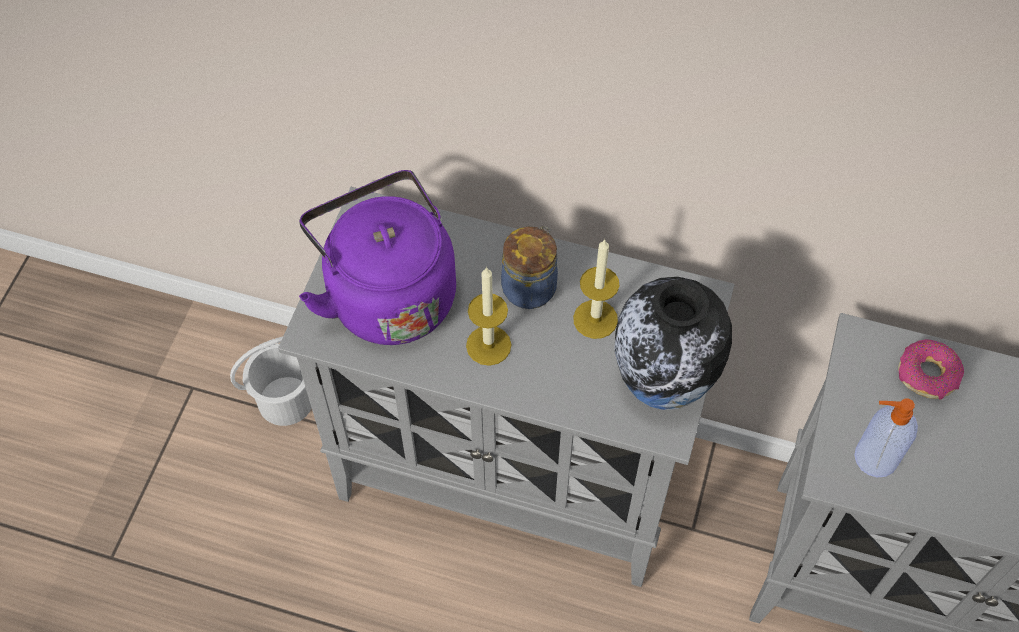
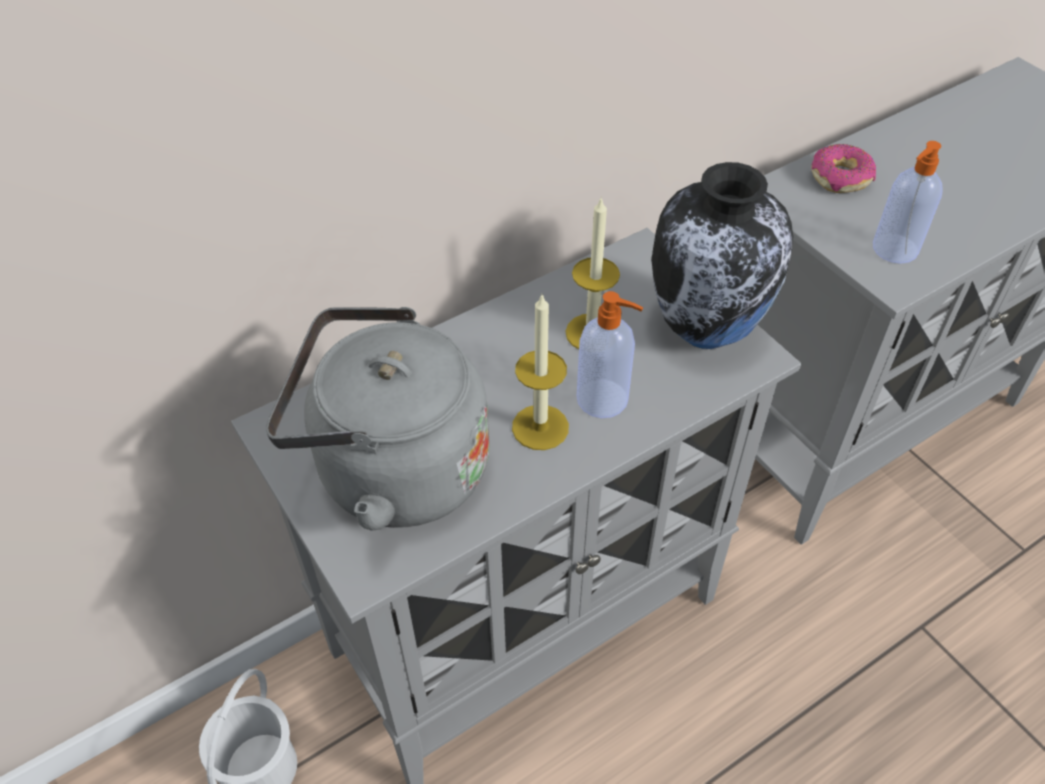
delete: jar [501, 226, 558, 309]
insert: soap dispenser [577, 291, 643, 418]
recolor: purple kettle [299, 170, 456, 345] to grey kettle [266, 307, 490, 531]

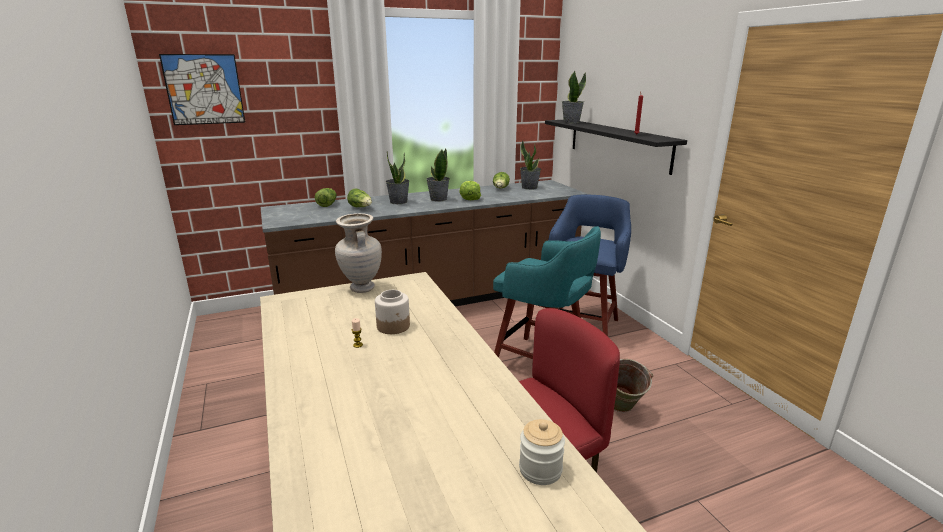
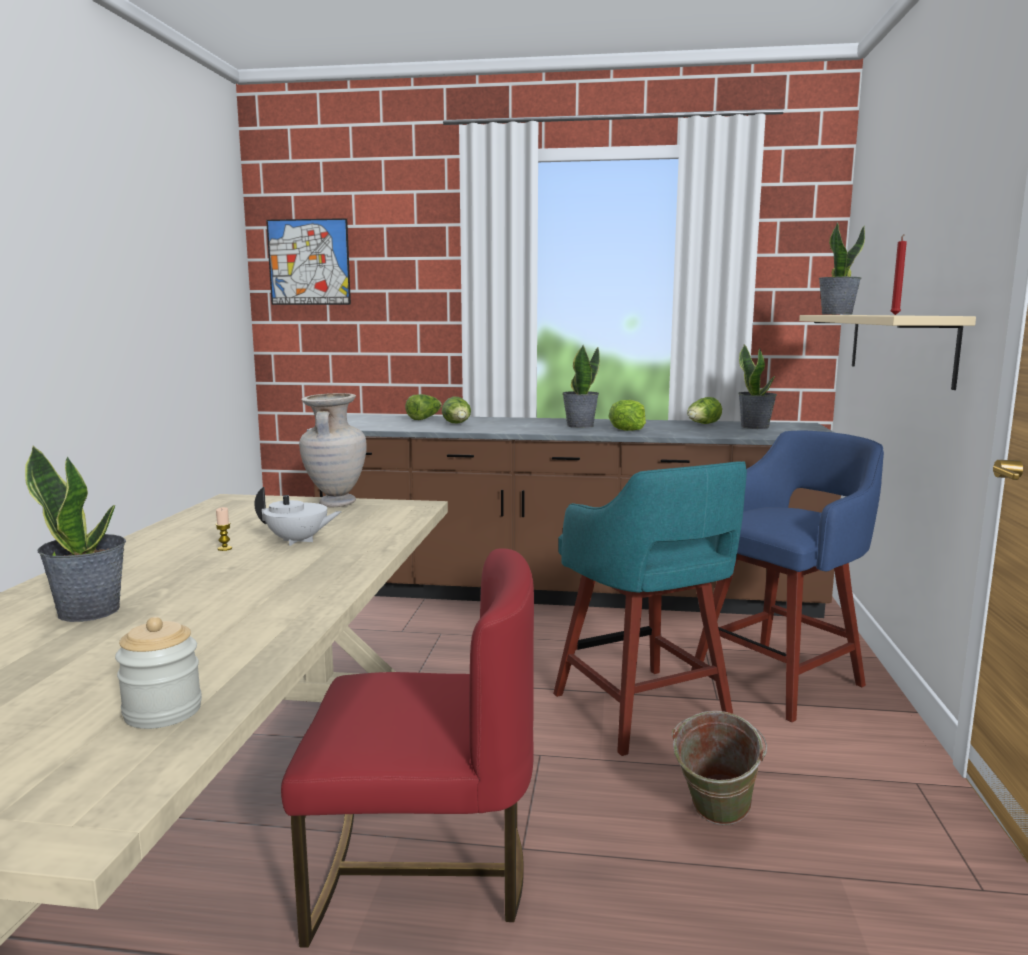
move: potted plant [386, 151, 410, 204] to [25, 446, 126, 622]
replace: jar [375, 290, 410, 334] to white teapot [254, 487, 342, 546]
recolor: black shelf [545, 120, 687, 175] to beige shelf [799, 315, 976, 390]

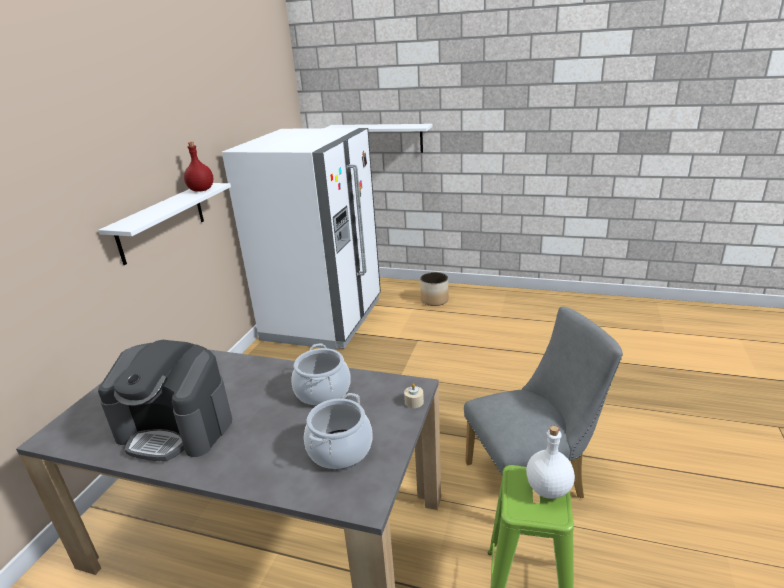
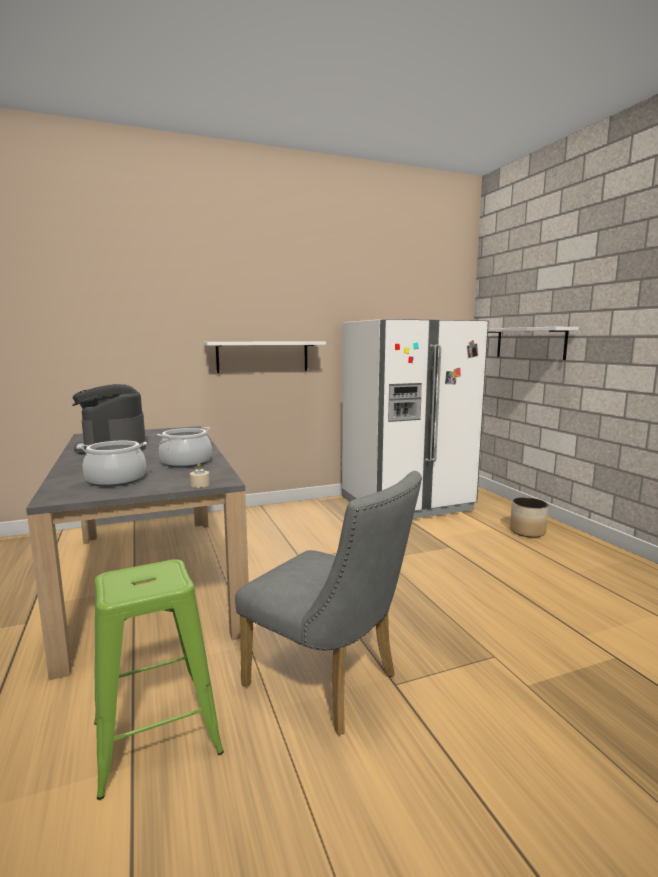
delete: red bottle [184, 142, 213, 192]; white bottle [526, 426, 575, 499]

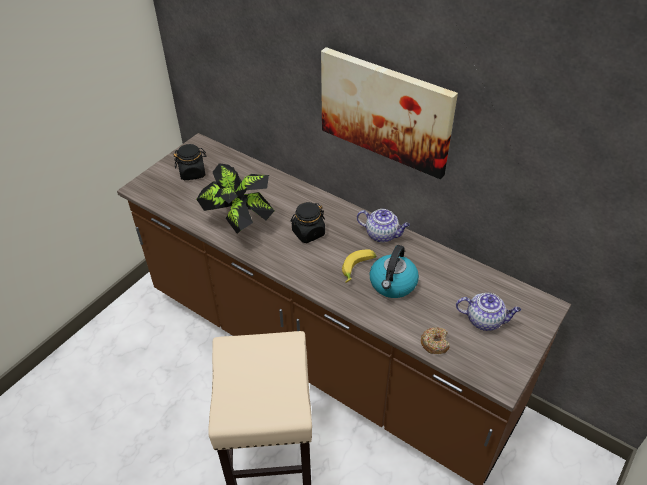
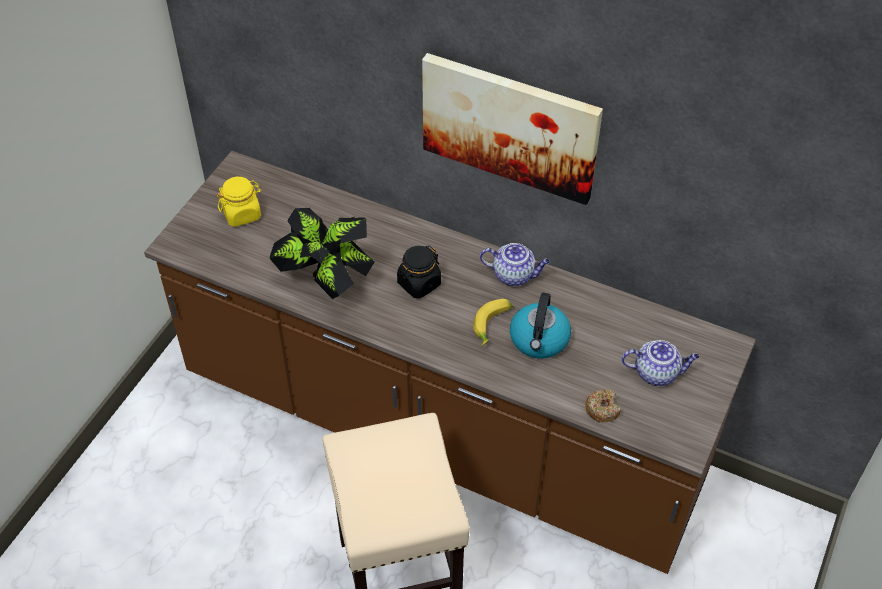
recolor: black jar [174, 144, 206, 180] to yellow jar [217, 177, 261, 227]

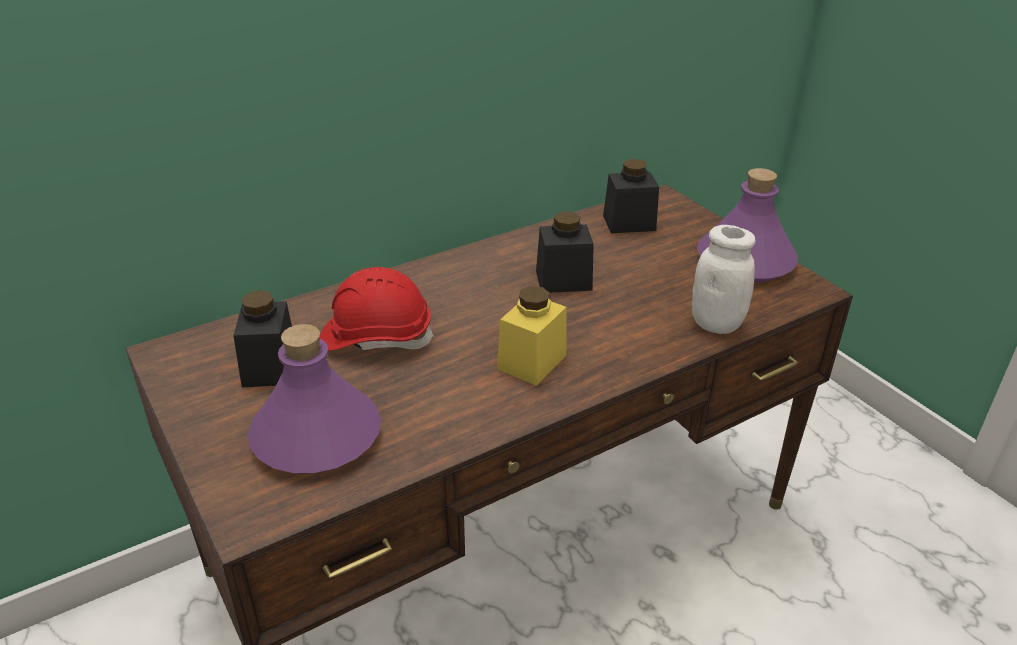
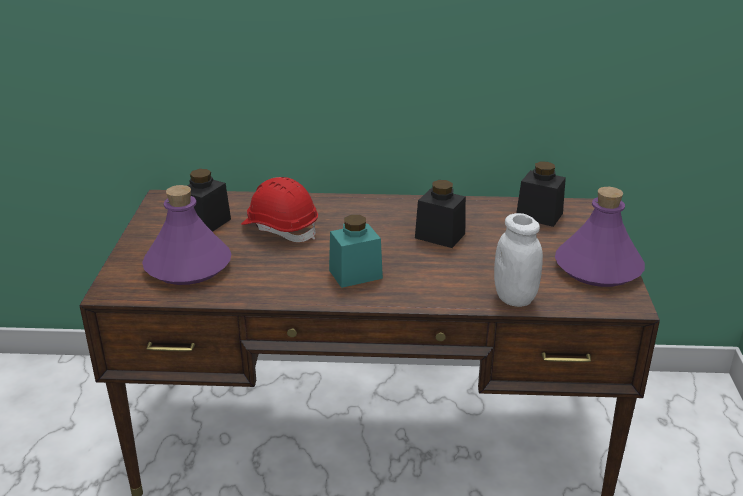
recolor: yellow jar [497, 286, 567, 386] to turquoise jar [329, 215, 383, 288]

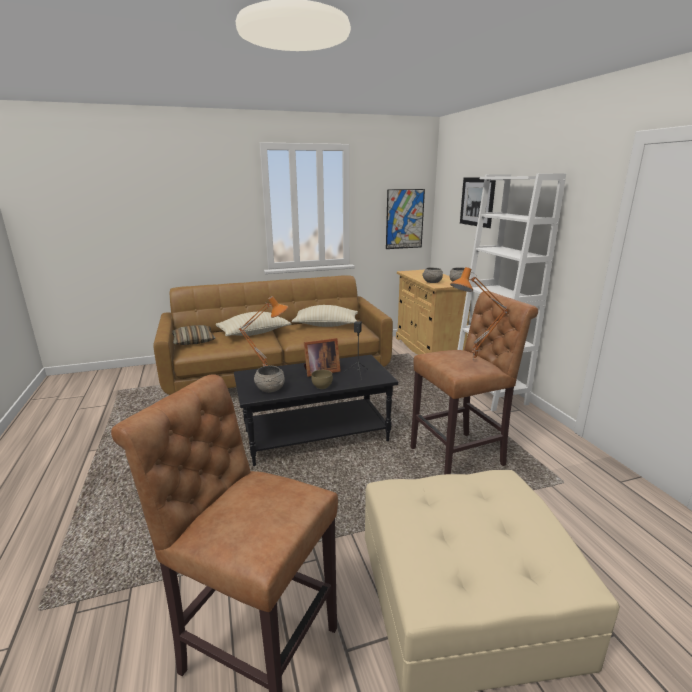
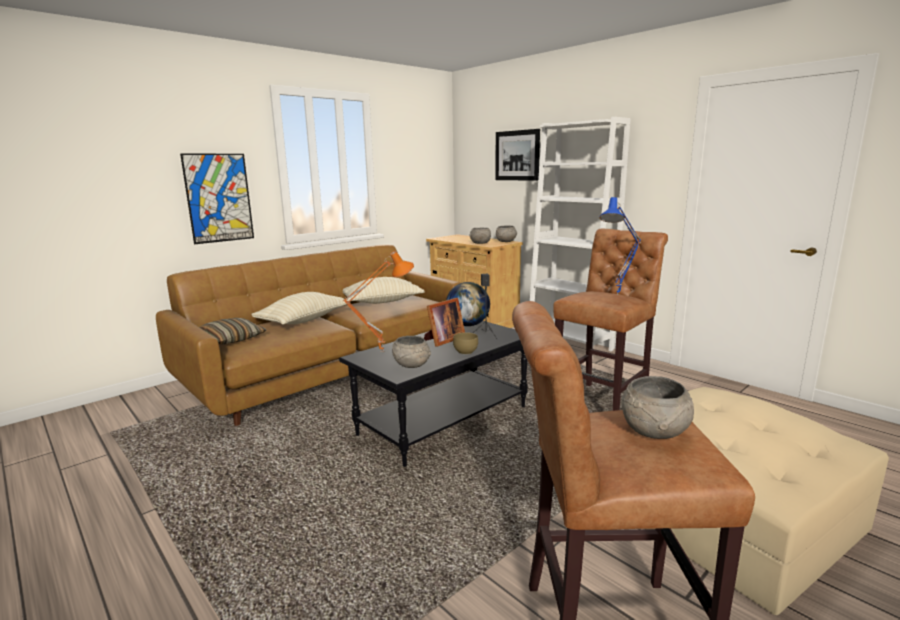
insert: globe [446, 282, 490, 326]; grey bowl [622, 376, 694, 439]
move: picture [386, 189, 425, 249] to [180, 154, 254, 244]
recolor: orange table lamp [450, 267, 509, 360] to blue table lamp [600, 197, 641, 295]

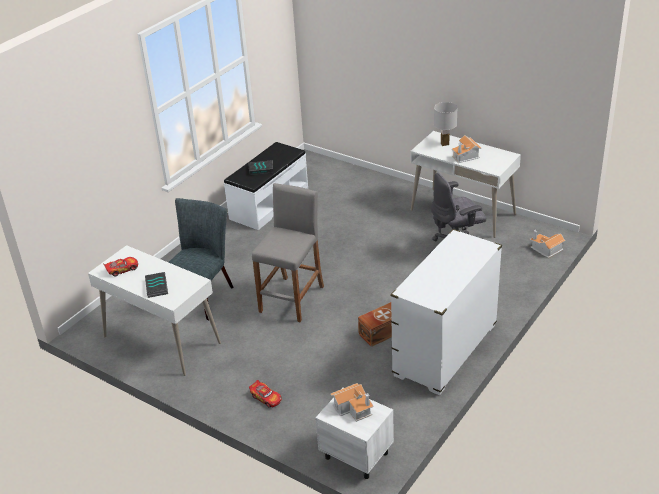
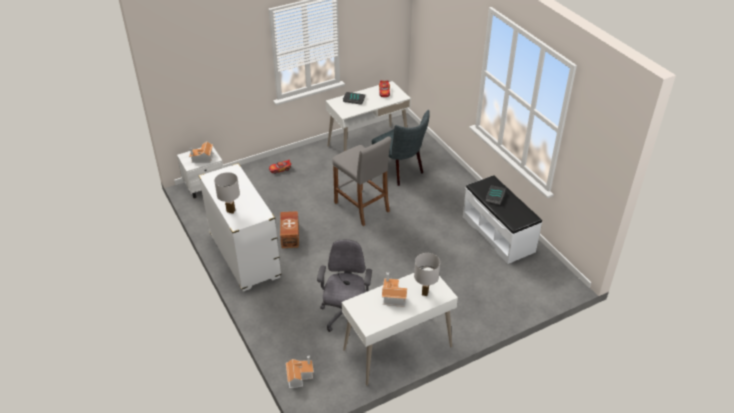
insert: white table lamp [214, 172, 240, 214]

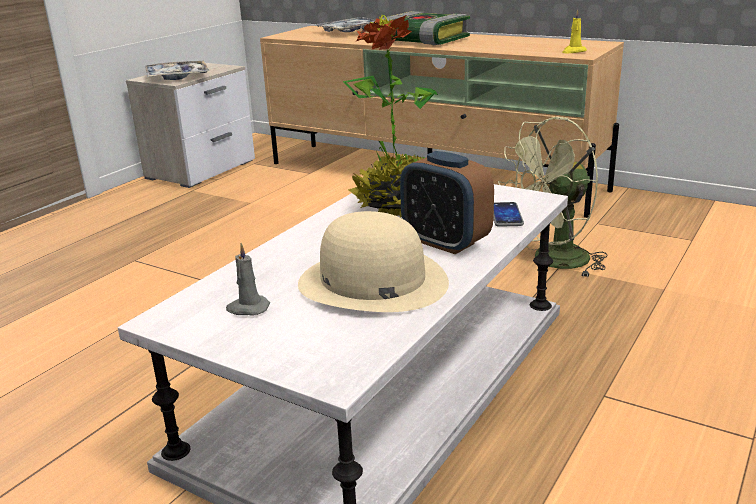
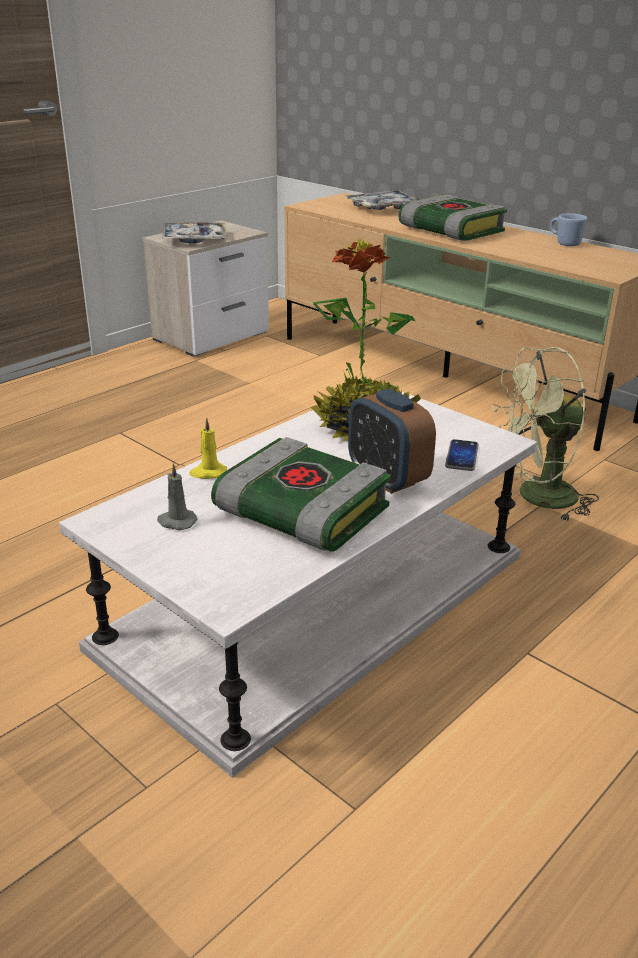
insert: blue mug [550, 213, 587, 246]
move: yellow candle [562, 9, 587, 54] to [189, 418, 227, 479]
replace: beige hat [298, 211, 449, 312] to book [211, 437, 391, 552]

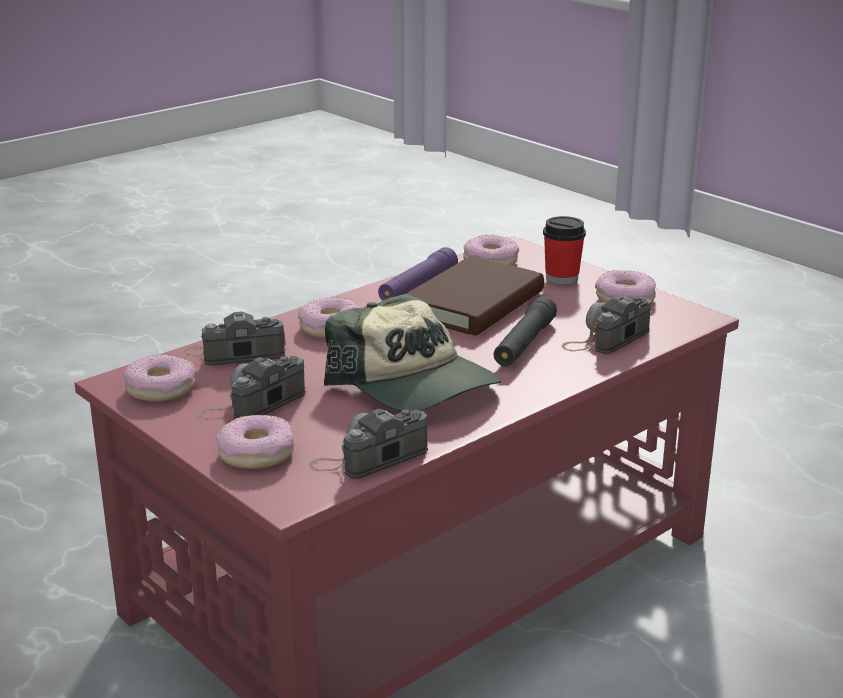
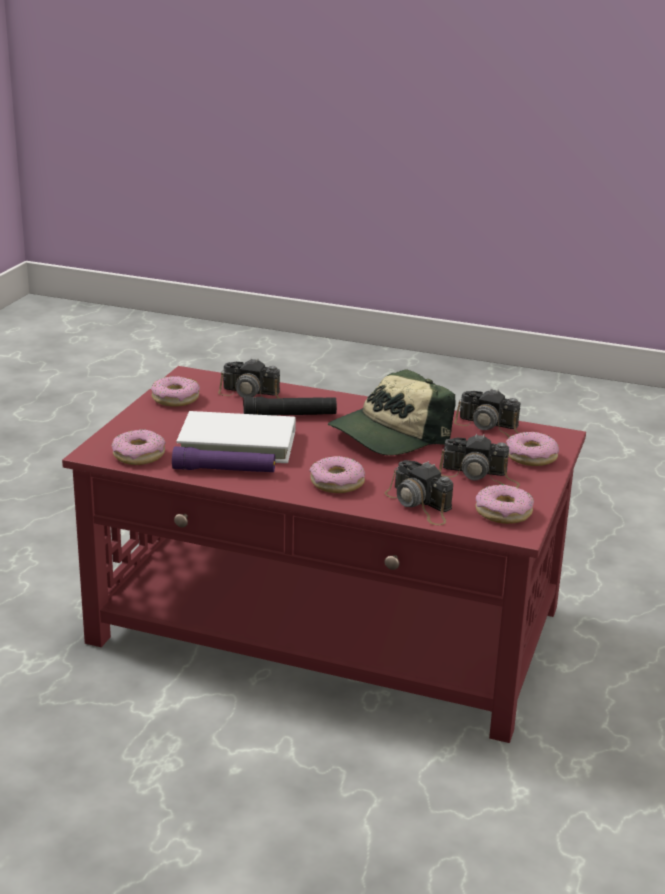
delete: cup [543, 216, 586, 284]
recolor: brown book [406, 256, 544, 336] to white book [176, 411, 296, 463]
rotate: cap [324, 294, 501, 411] = [328, 369, 456, 455] 150 degrees counterclockwise

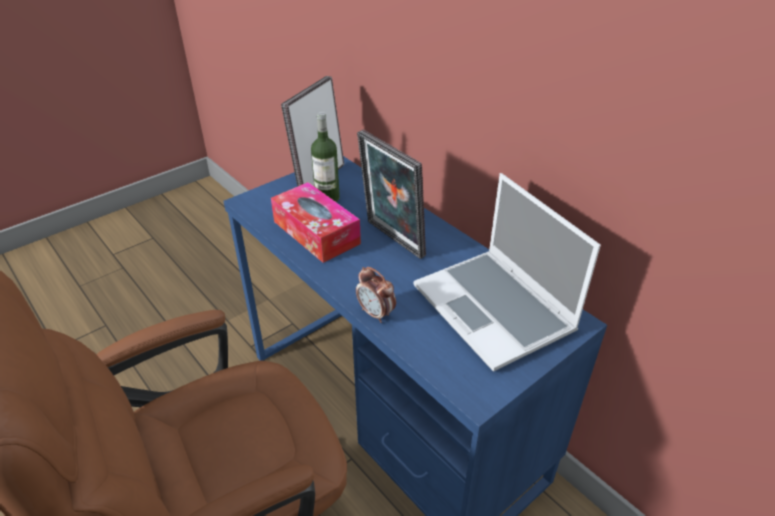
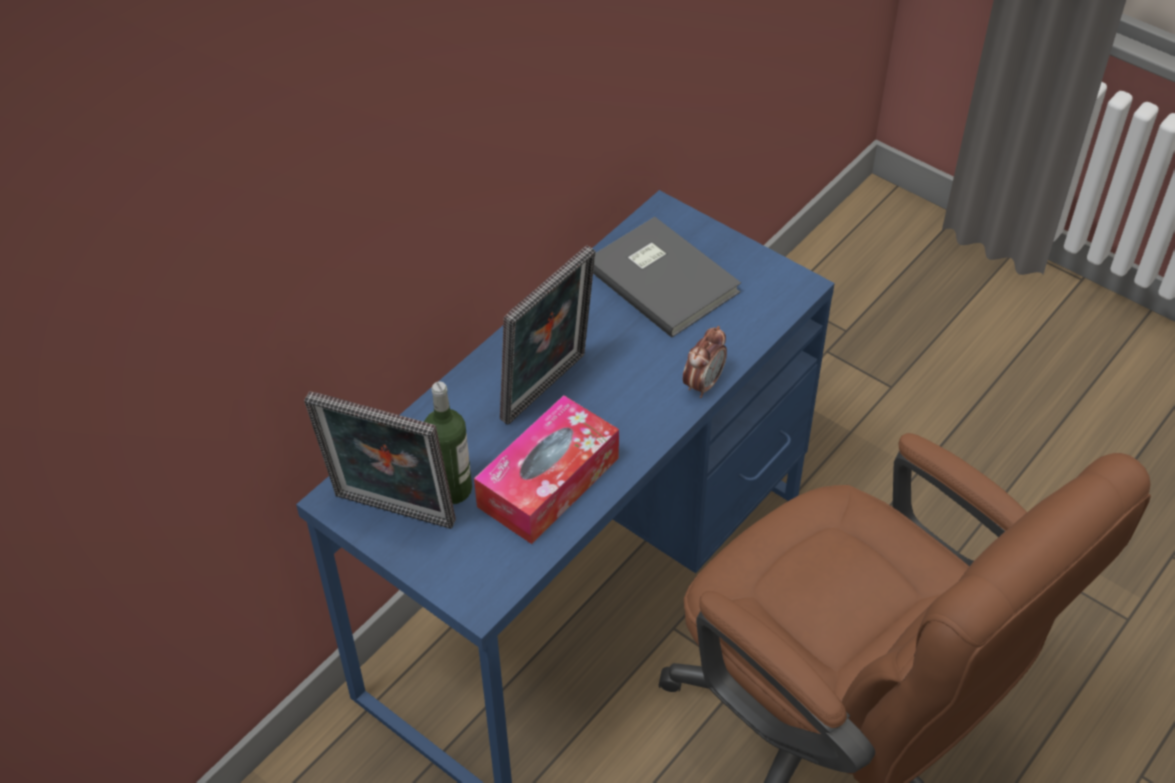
replace: laptop [414, 173, 601, 372] to grey book [593, 217, 741, 338]

